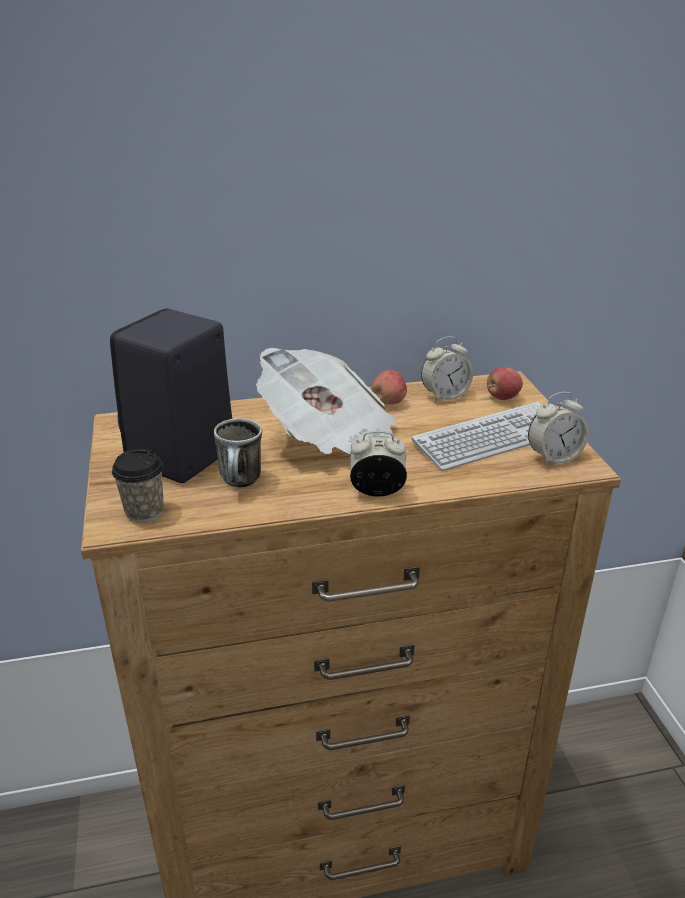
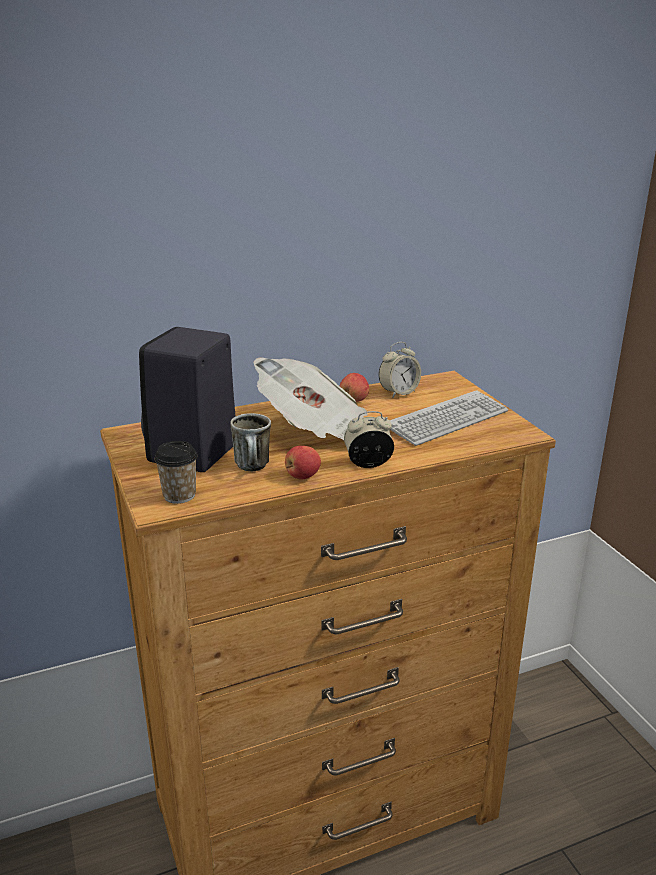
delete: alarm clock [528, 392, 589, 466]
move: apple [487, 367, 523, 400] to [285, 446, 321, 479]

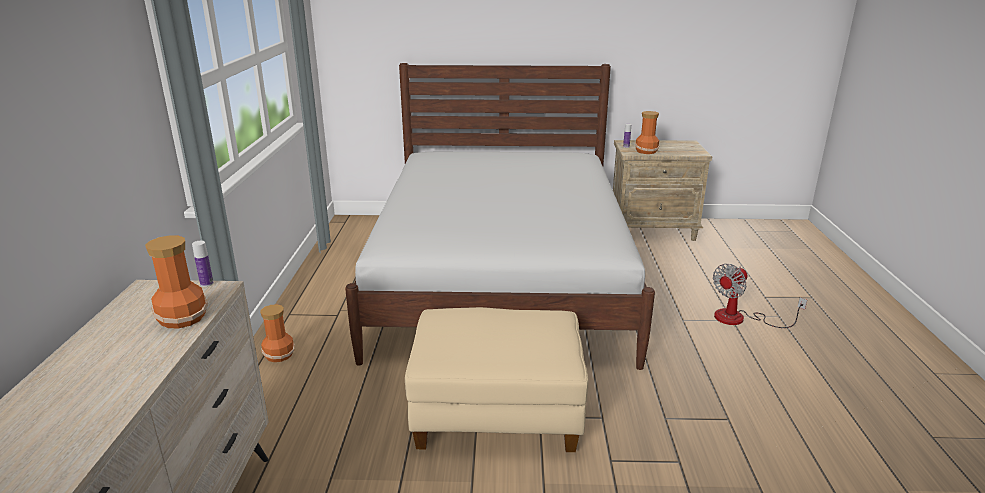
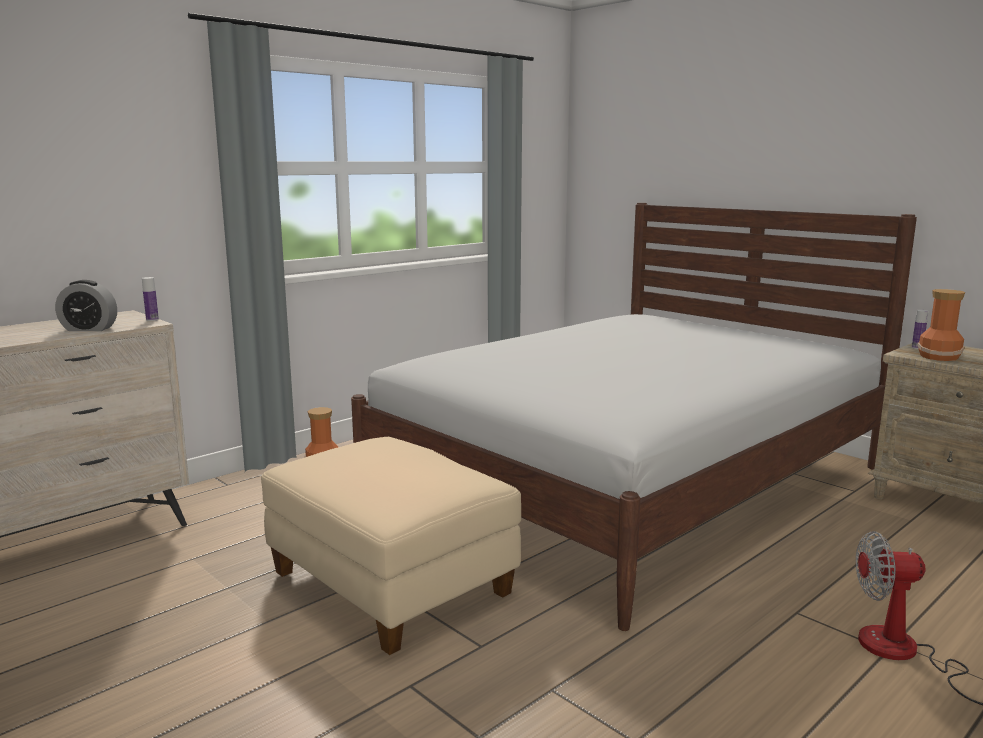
replace: vase [145, 236, 208, 328] to alarm clock [55, 280, 117, 331]

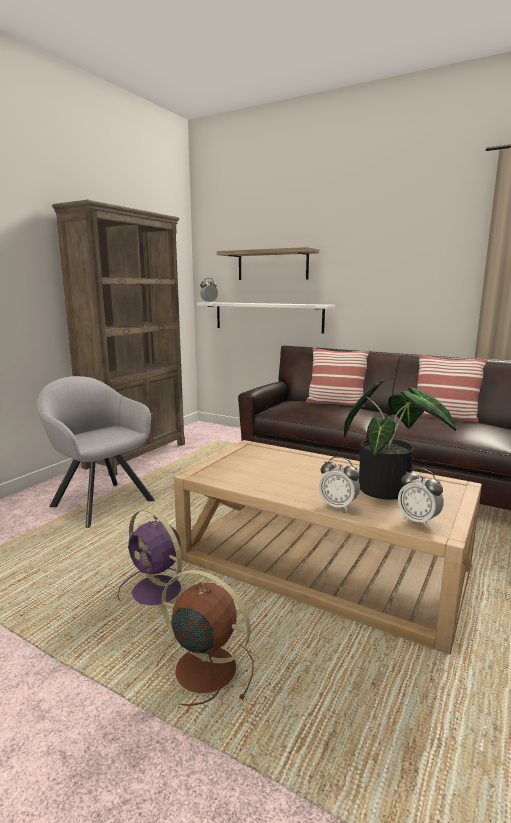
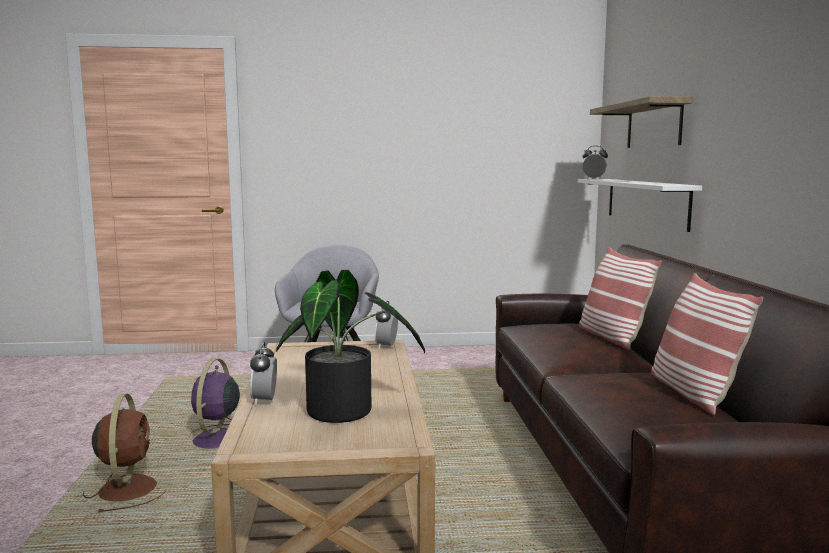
delete: brown bookcase [52, 200, 185, 476]
move: alarm clock [398, 468, 444, 527] to [375, 301, 398, 349]

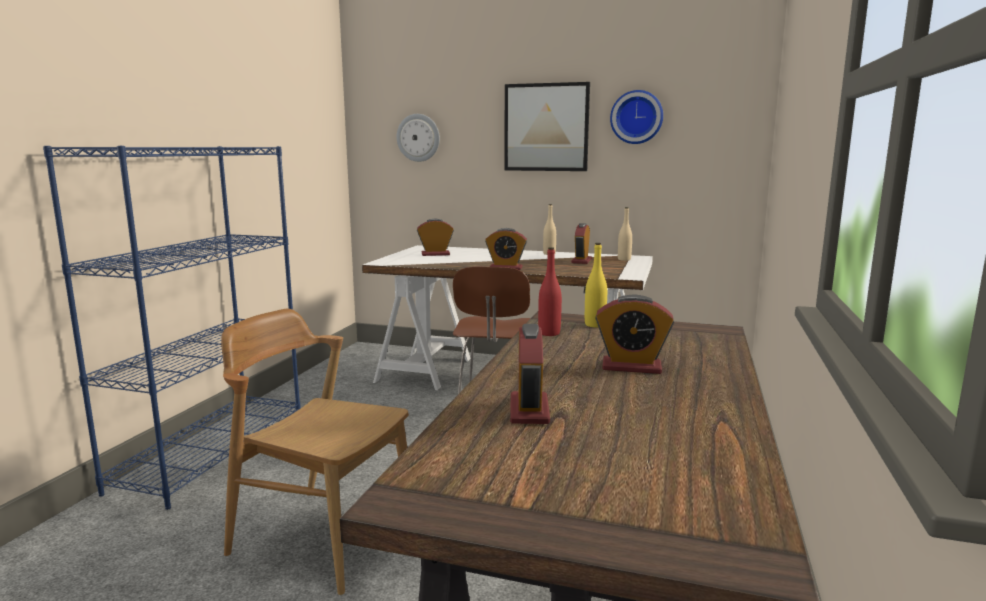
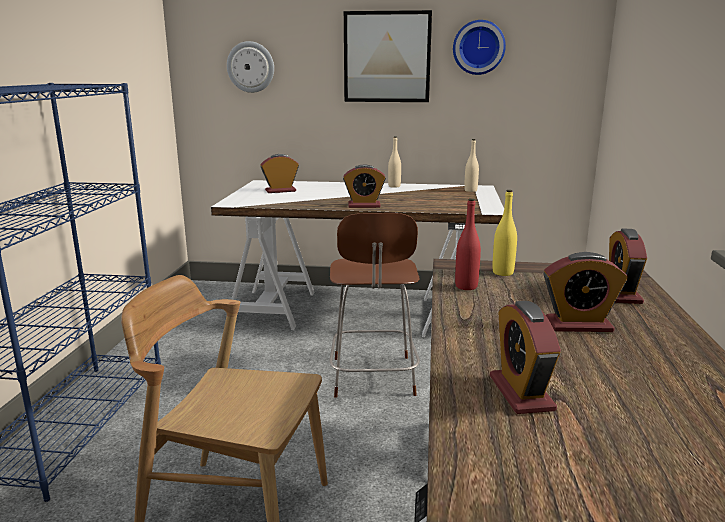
move: alarm clock [571, 223, 592, 264] to [609, 228, 647, 304]

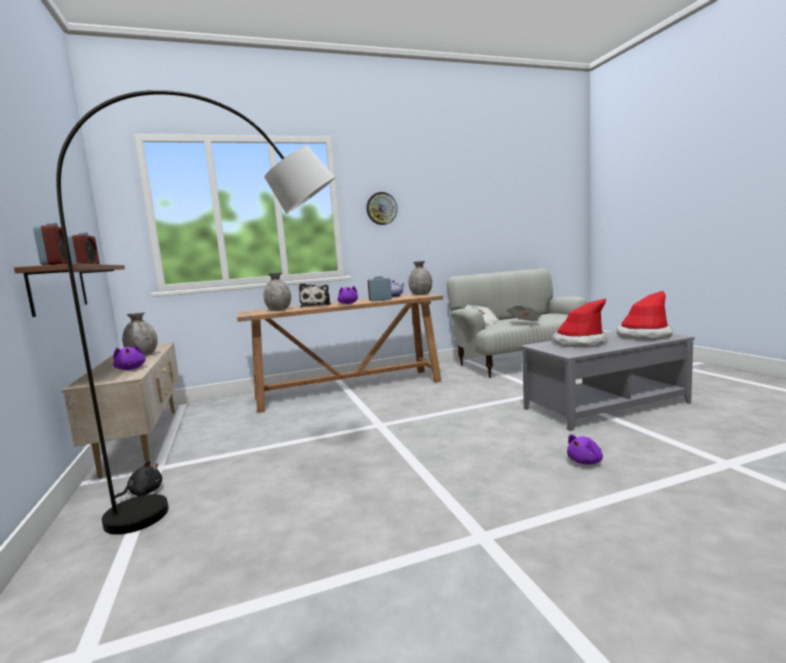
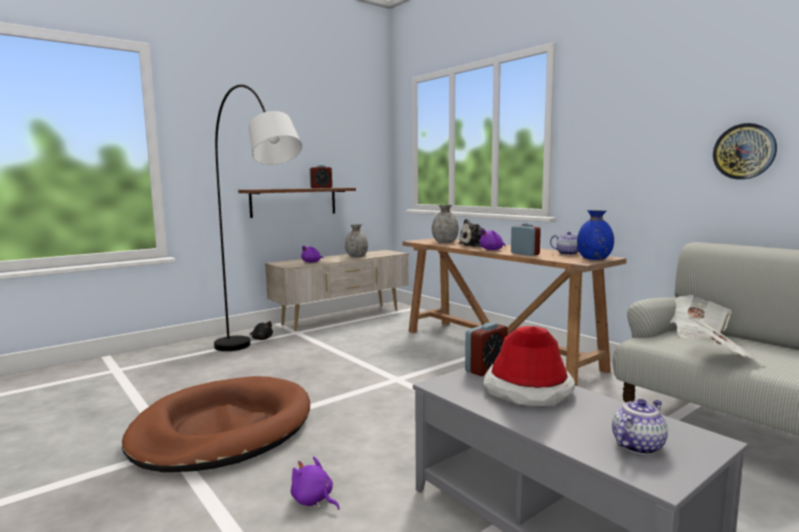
insert: brown dog bed [122, 376, 310, 472]
move: alarm clock [33, 222, 68, 265] to [465, 322, 508, 376]; wall clock [366, 192, 398, 225] to [713, 123, 777, 180]
replace: hat [617, 291, 673, 340] to teapot [612, 399, 668, 455]
recolor: grey vase [409, 261, 432, 295] to blue vase [577, 210, 614, 260]

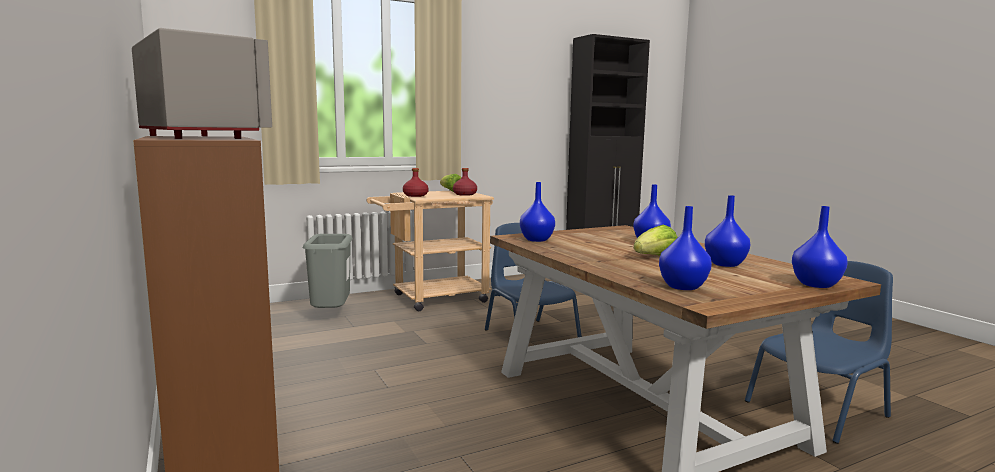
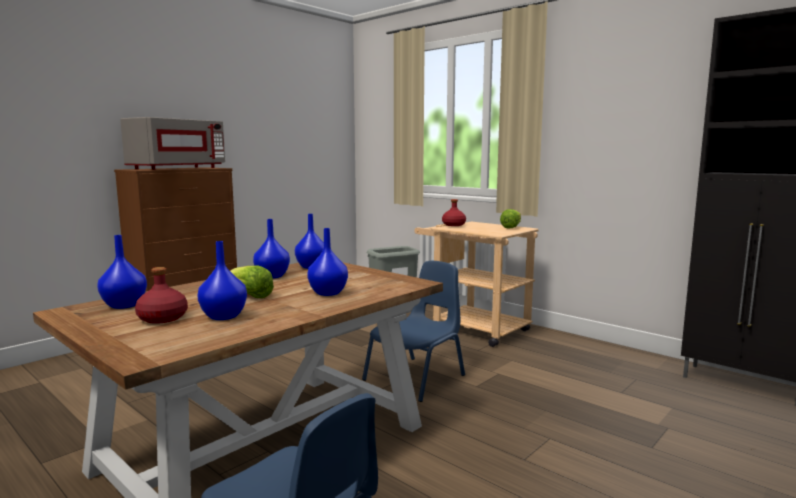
move: red bottle [453, 168, 477, 196] to [135, 267, 188, 324]; blue vase [792, 206, 848, 288] to [253, 219, 290, 279]

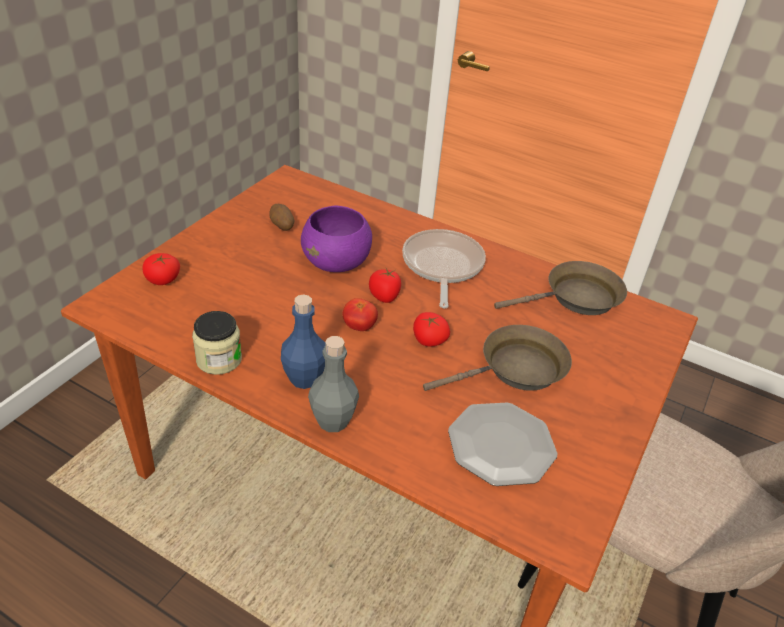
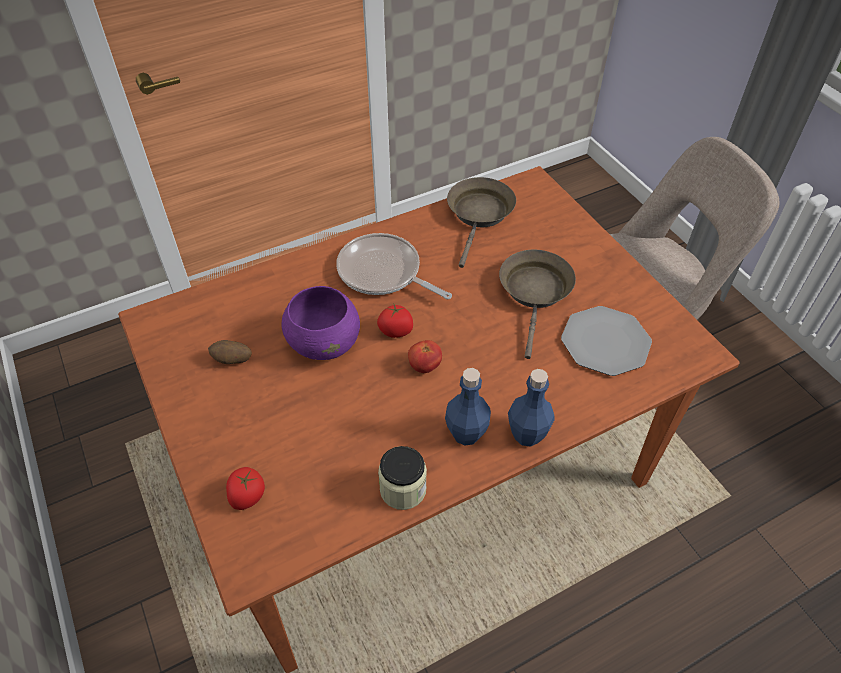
delete: tomato [413, 312, 450, 347]
recolor: grey bottle [308, 336, 359, 432] to blue bottle [508, 369, 555, 447]

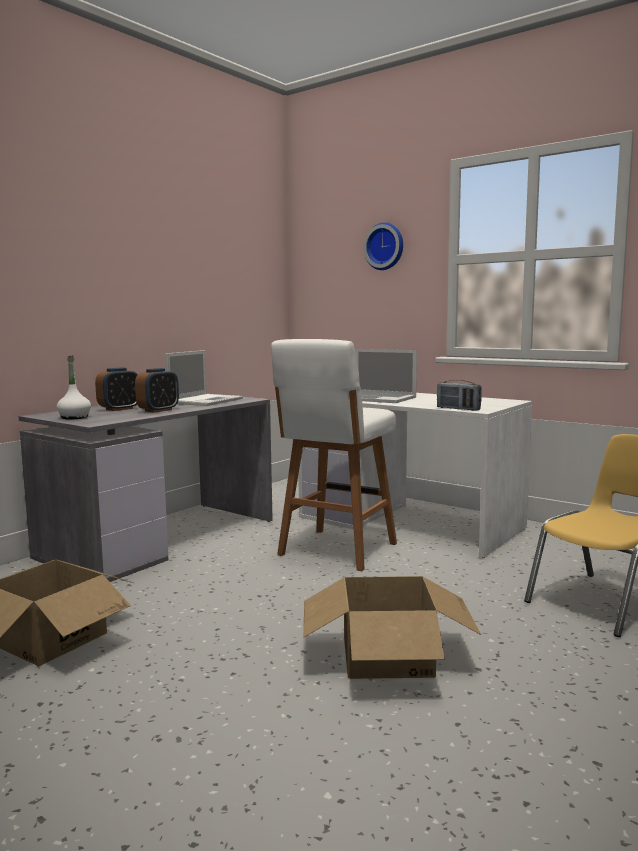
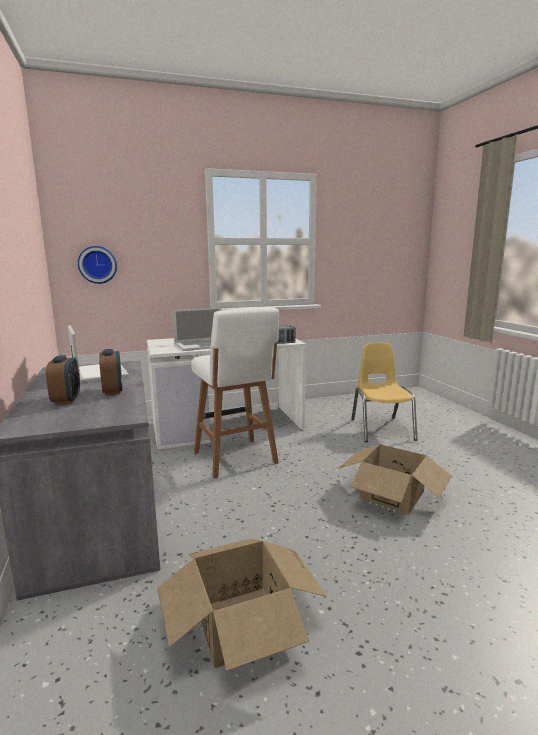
delete: white bottle [57, 356, 91, 420]
move: wall clock [363, 222, 403, 270] to [78, 246, 117, 284]

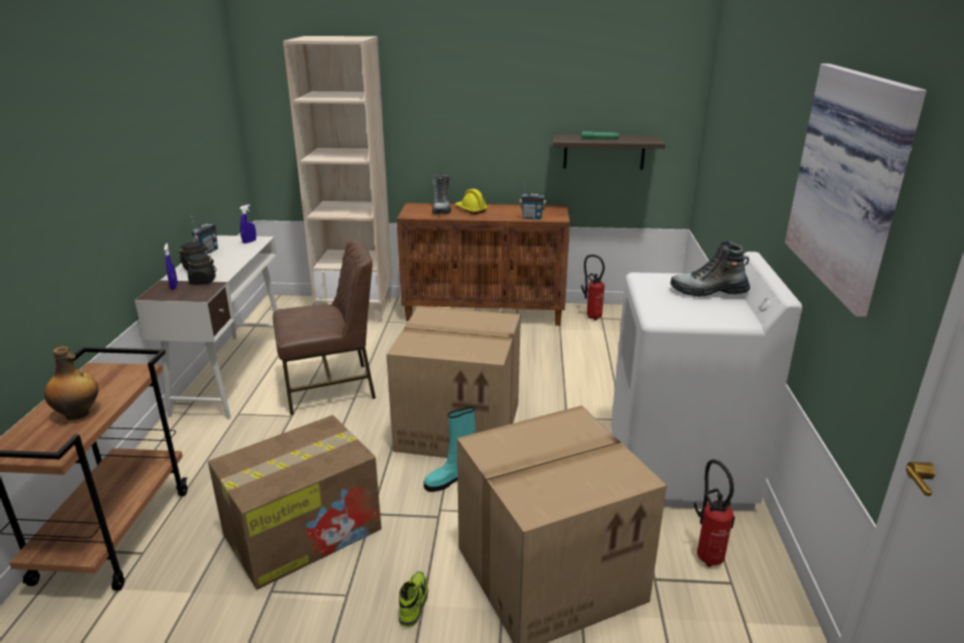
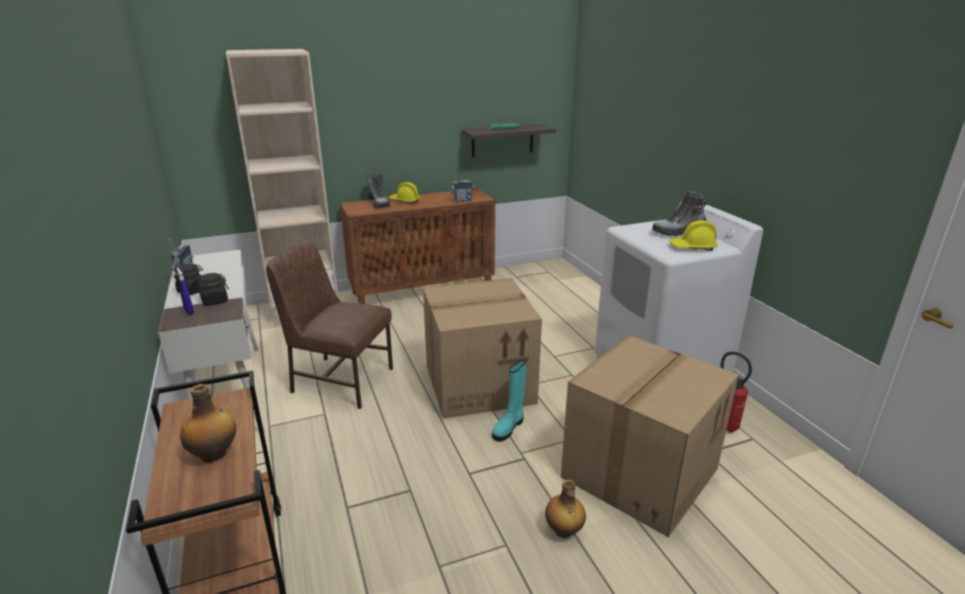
delete: cardboard box [208, 415, 381, 590]; blue spray bottle [239, 204, 256, 244]; fire extinguisher [581, 254, 605, 320]; picture [785, 63, 926, 317]
insert: yellow hard hat [669, 220, 718, 251]
replace: shoe [399, 571, 428, 627] to bottle [545, 480, 586, 538]
rotate: brown chair [273, 239, 376, 415] = [266, 241, 393, 409] 120 degrees counterclockwise

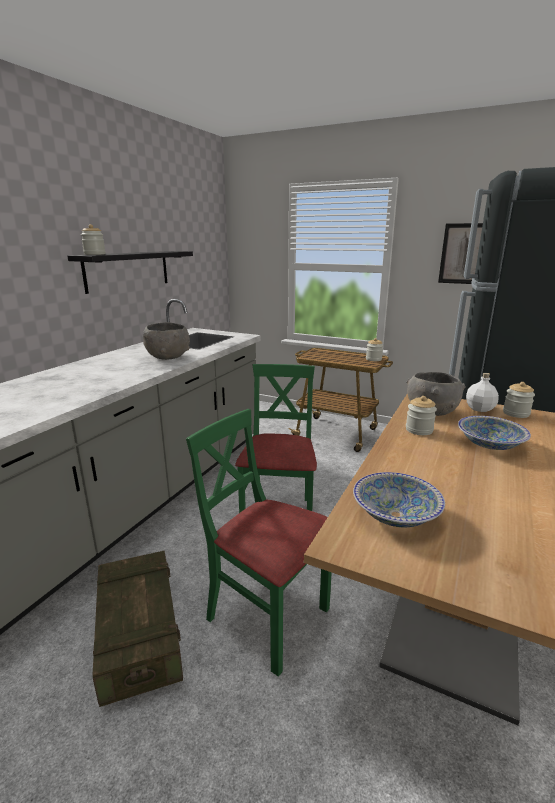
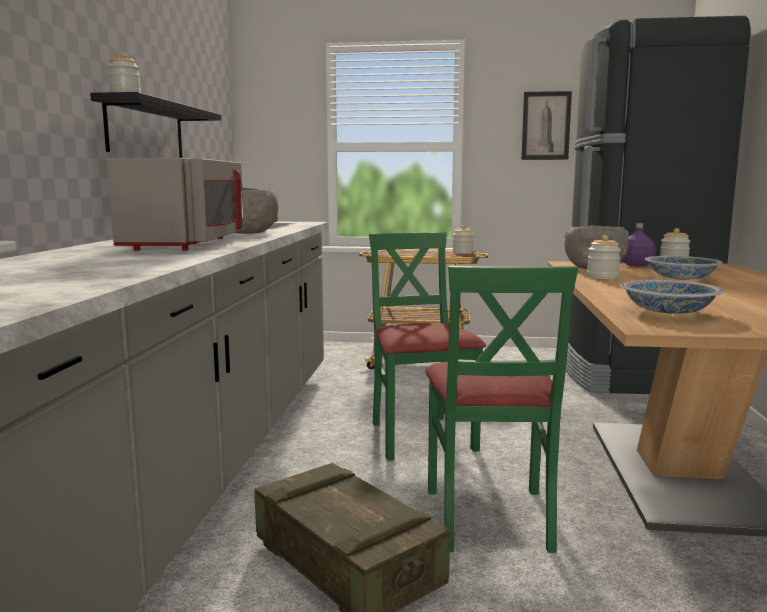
insert: grey microwave [107, 158, 244, 251]
recolor: white bottle [466, 373, 499, 412] to purple bottle [623, 223, 656, 266]
rotate: green chair [186, 409, 332, 677] = [426, 266, 578, 553] 105 degrees counterclockwise

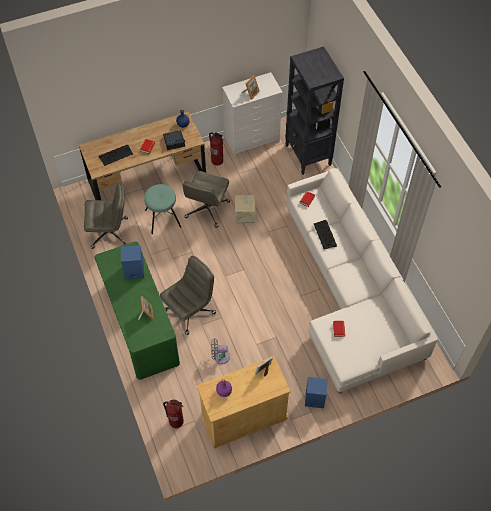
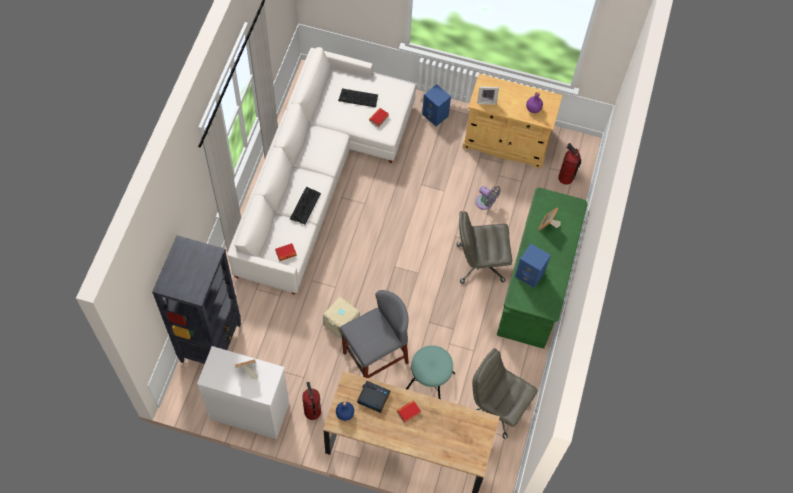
move: keyboard [99, 145, 133, 166] to [338, 88, 378, 107]
replace: grey office chair [183, 171, 230, 228] to grey stool [340, 290, 409, 378]

